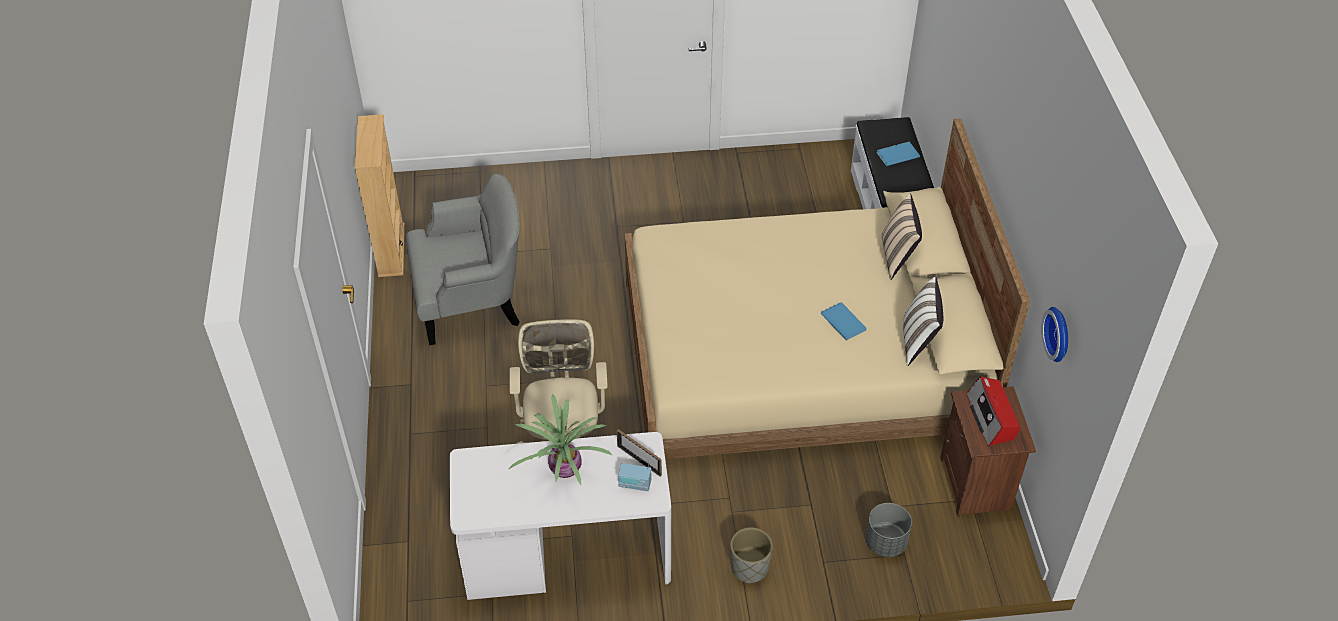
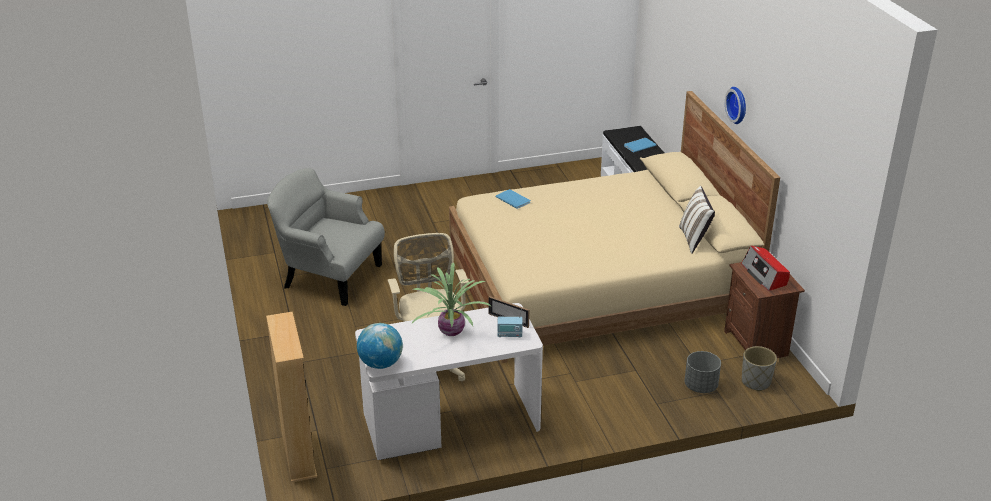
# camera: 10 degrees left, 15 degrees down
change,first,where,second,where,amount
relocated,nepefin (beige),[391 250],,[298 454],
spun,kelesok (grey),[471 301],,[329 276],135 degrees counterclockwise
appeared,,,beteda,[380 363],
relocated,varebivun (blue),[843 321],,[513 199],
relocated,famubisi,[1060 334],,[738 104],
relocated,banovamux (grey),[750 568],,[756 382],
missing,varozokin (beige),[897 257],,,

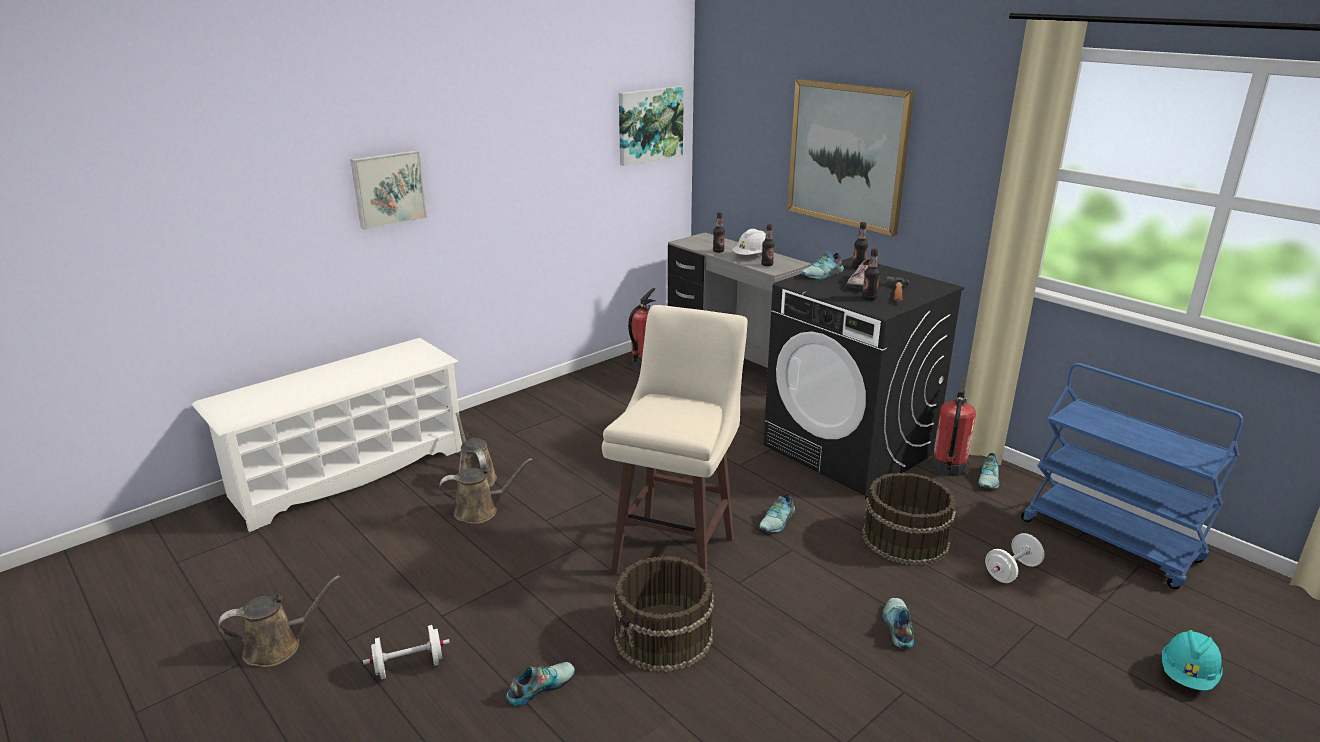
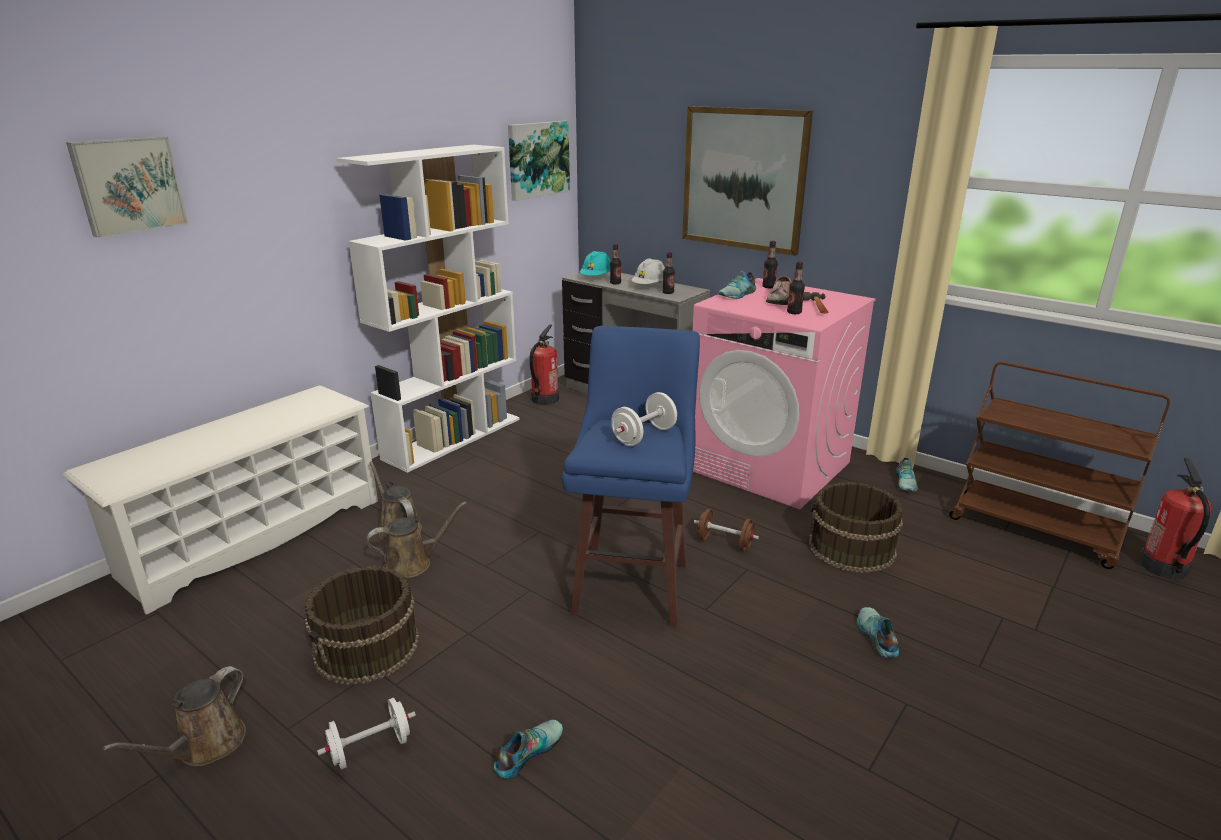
# camera: 10 degrees left, 0 degrees up
change,first,where,second,where,amount
relocated,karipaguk,[388 188],,[128 185],
spun,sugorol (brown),[278 647],,[205 746],150 degrees clockwise
relocated,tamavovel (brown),[664 636],,[367 648],
appeared,,,nepefin (white),[453 438],
colour,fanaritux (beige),[676 553],fanaritux (blue),[633 585],
relocated,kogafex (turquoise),[1187 675],,[596 278],
relocated,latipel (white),[1011 571],,[644 436],
colour,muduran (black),[850 449],muduran (pink),[769 466],
exchanged,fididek,[778 521],latipel (brown),[724 542],
colour,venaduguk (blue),[1111 541],venaduguk (brown),[1035 530],
relocated,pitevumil,[948 467],,[1163 567],

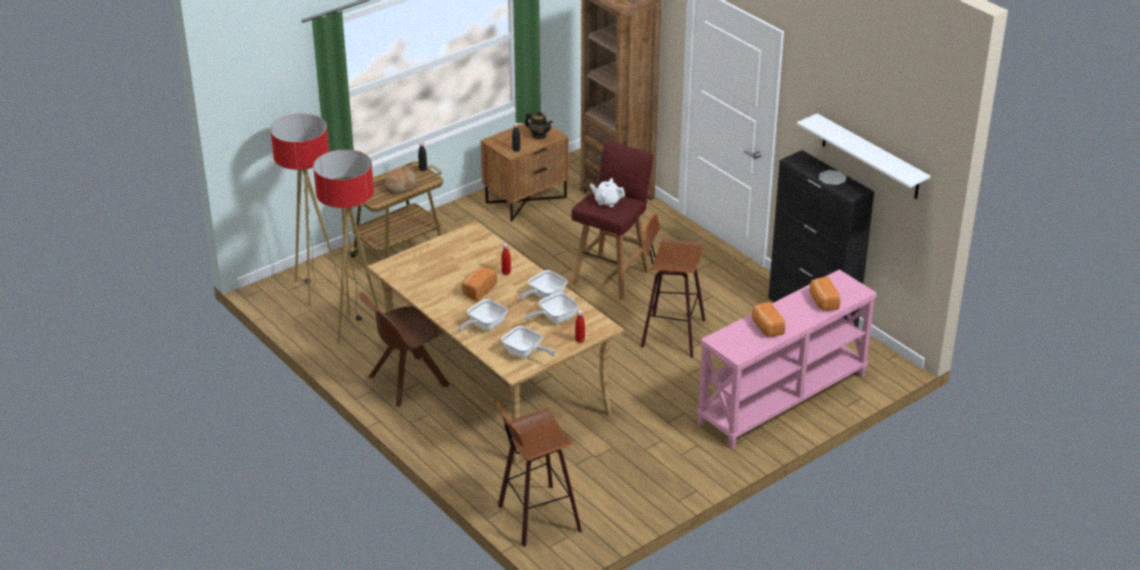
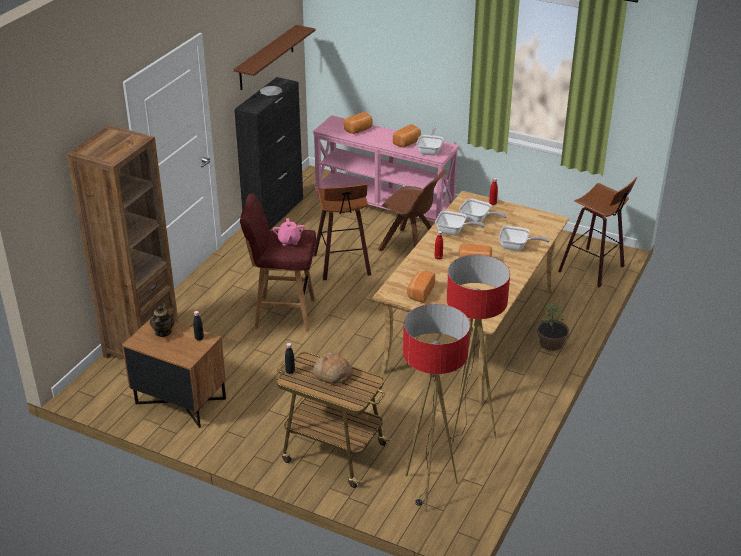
# camera: 115 degrees left, 0 degrees up
change,first,where,second,where,amount
colour,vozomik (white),[870 157],vozomik (brown),[266 58],
colour,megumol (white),[607 201],megumol (pink),[289 241],
relocated,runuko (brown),[406 382],,[411 246],
appeared,,,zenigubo,[420 293],
relocated,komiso,[525 353],,[430 150],
appeared,,,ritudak,[551 343],

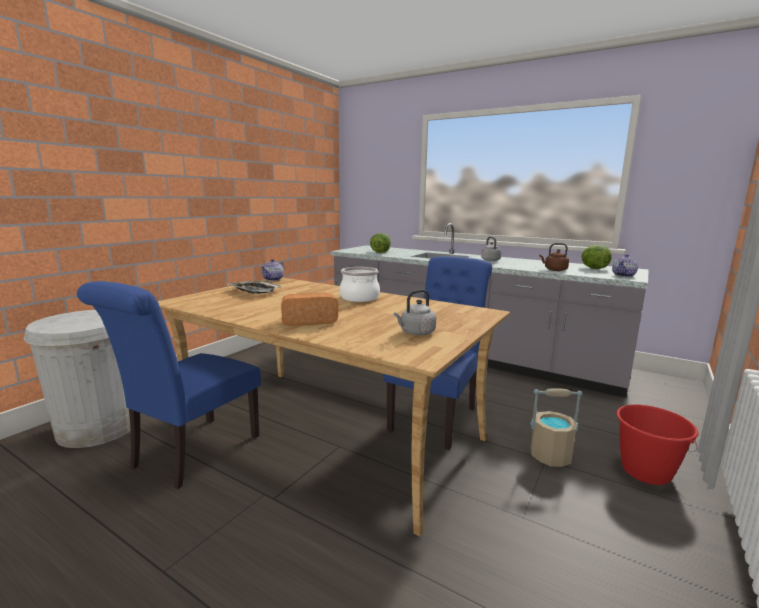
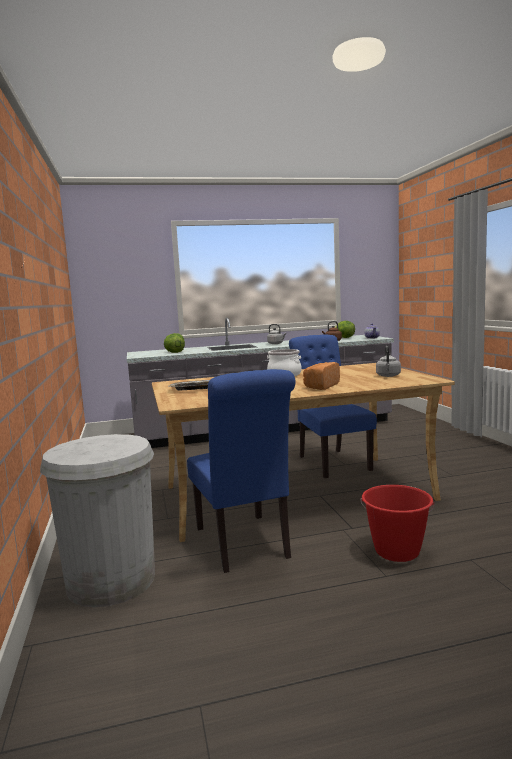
# camera: 45 degrees left, 5 degrees down
change,first,where,second,where,amount
relocated,tamavovel (red),[645 472],,[397 551],
missing,megumol,[273 279],,,
missing,tamavovel (beige),[551 456],,,

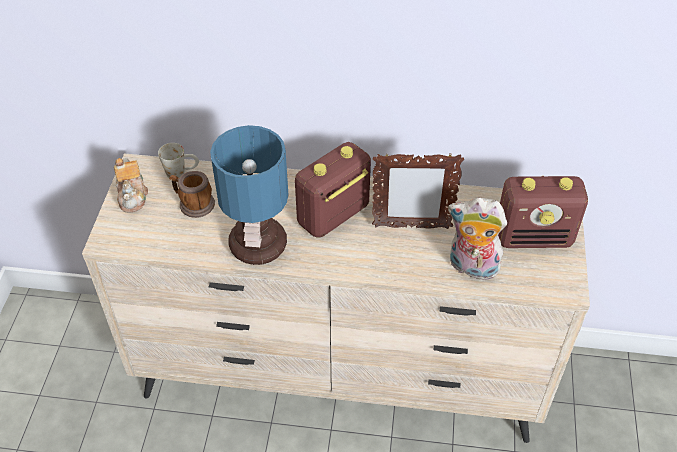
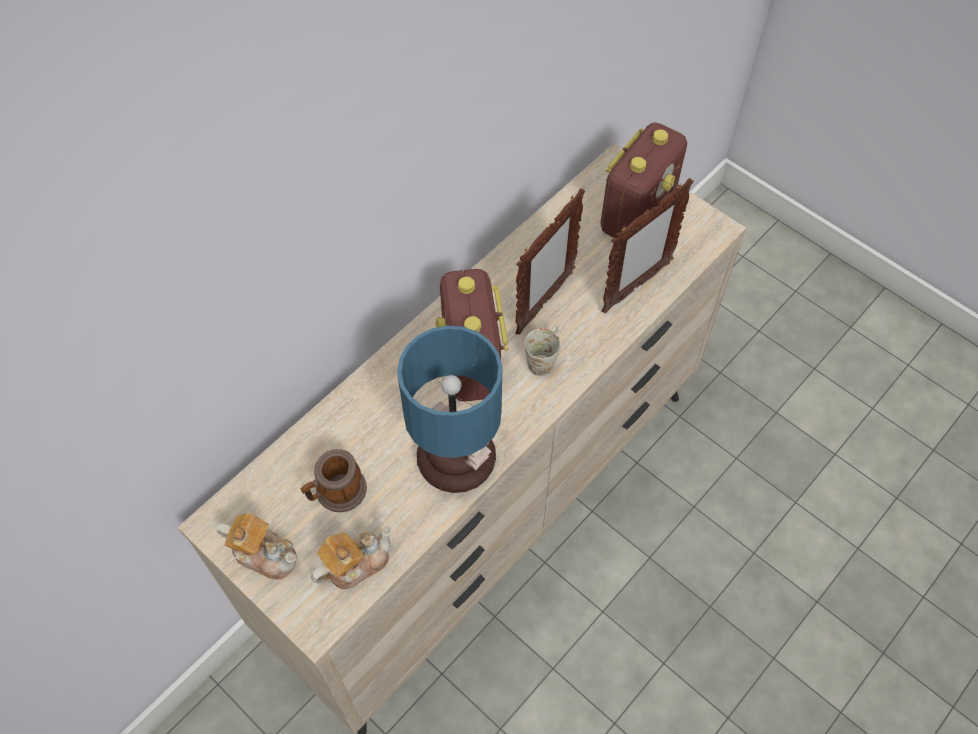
# camera: 55 degrees left, 10 degrees up
change,first,where,second,where,amount
appeared,,,megumol,[355 563],
relocated,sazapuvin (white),[181 172],,[544 358],
exchanged,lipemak,[471 267],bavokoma,[636 287],

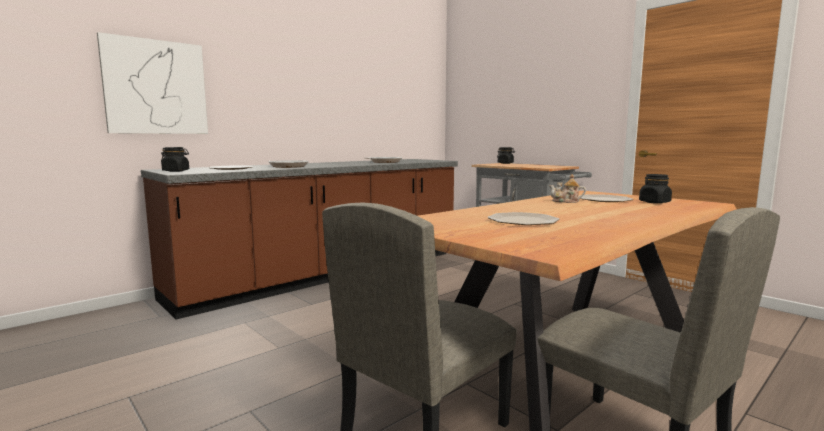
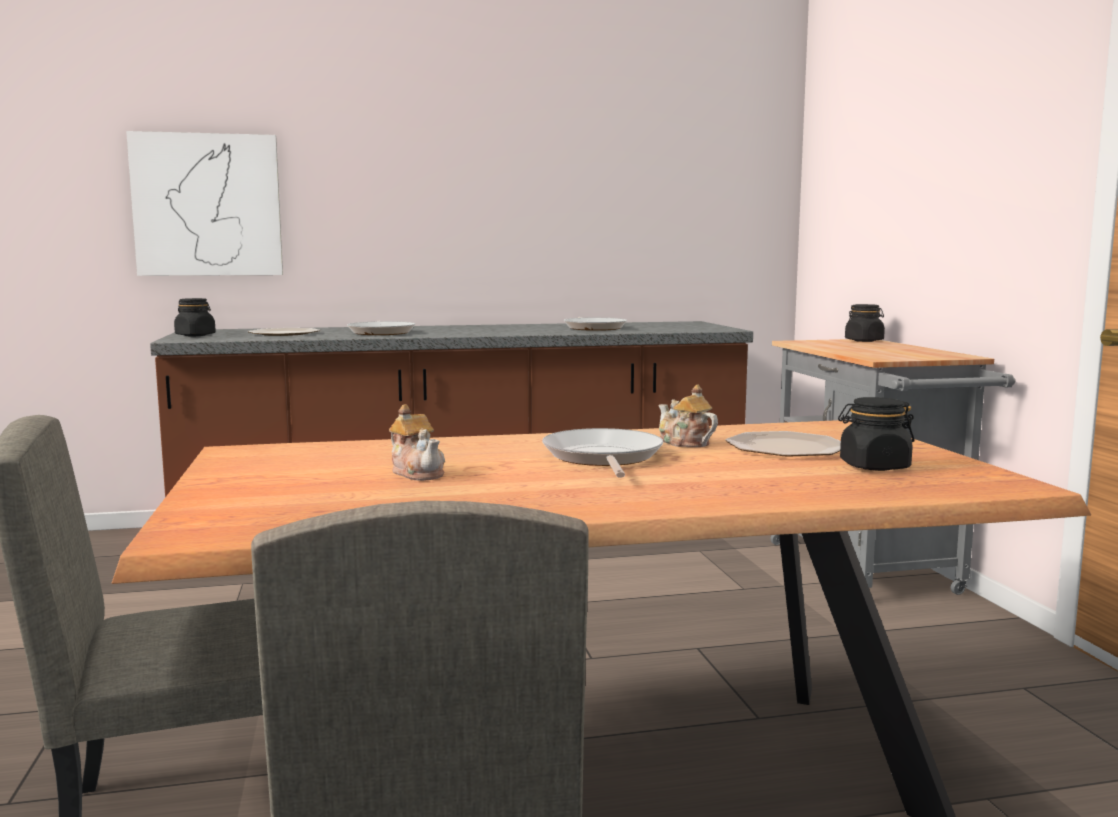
# camera: 30 degrees right, 0 degrees up
change,first,where,second,where,amount
exchanged,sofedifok,[522 221],megumol,[418 473],
appeared,,,komiso,[602 458],

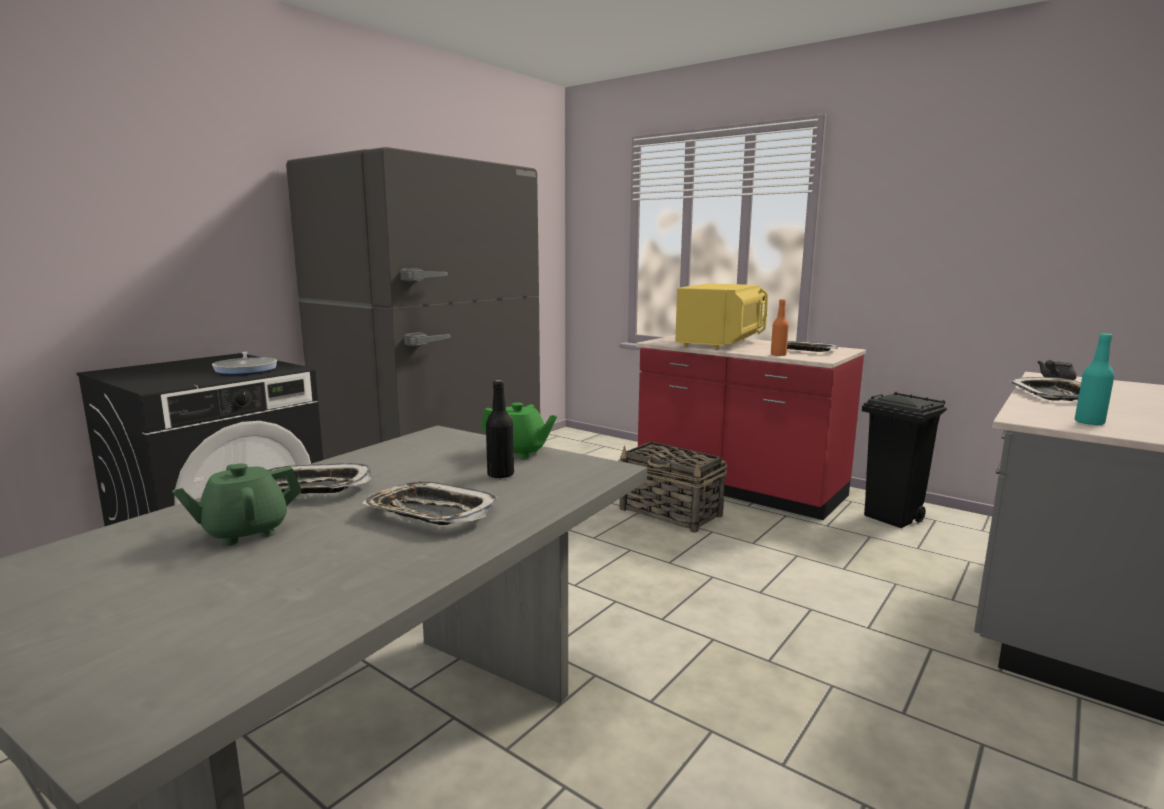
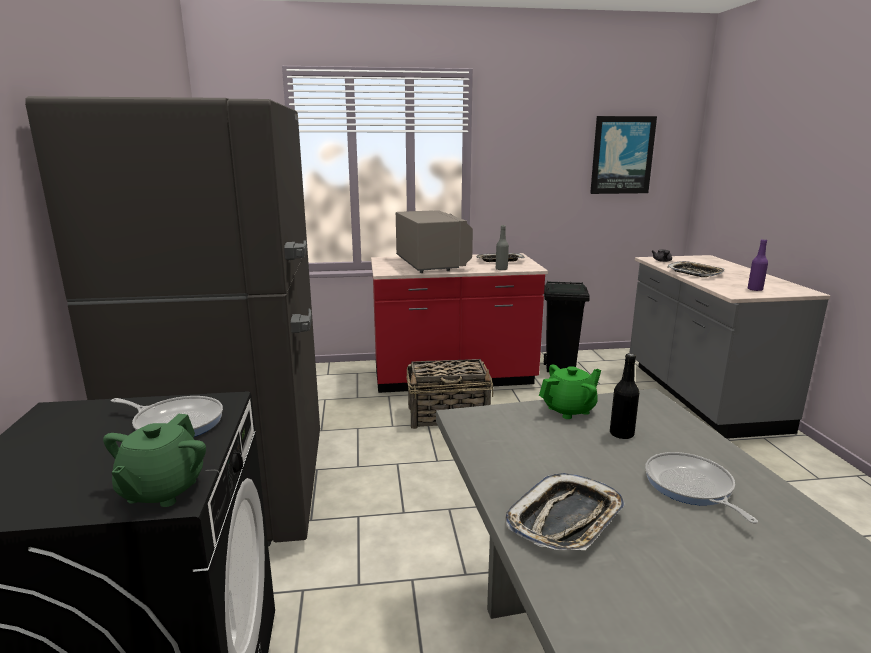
# camera: 45 degrees left, 5 degrees up
change,first,where,second,where,amount
relocated,megumol (green),[245 532],,[161 490],
colour,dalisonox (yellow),[721 343],dalisonox (grey),[432 264],
colour,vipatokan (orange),[778 355],vipatokan (grey),[501 269],
appeared,,,karipaguk,[622 155],
exchanged,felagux,[431 512],komiso,[691 487],
colour,vipatokan (turquoise),[1089 423],vipatokan (purple),[755 289],

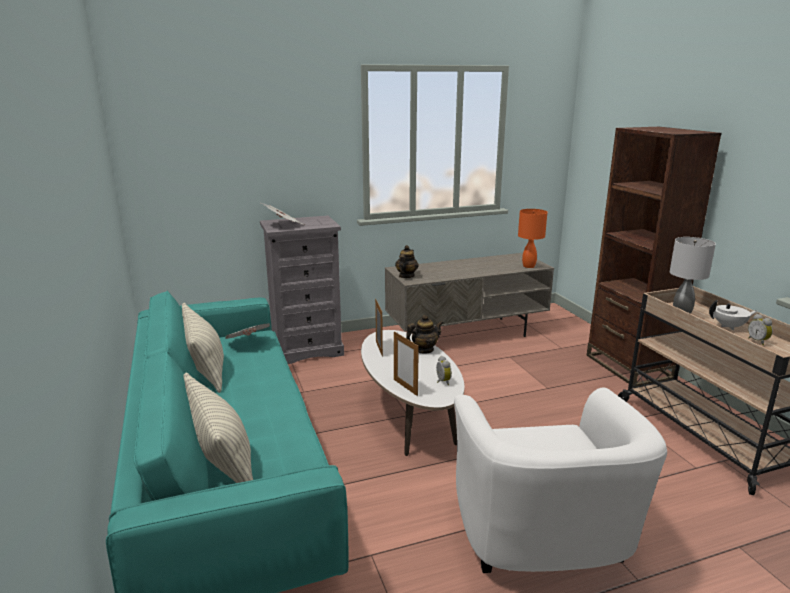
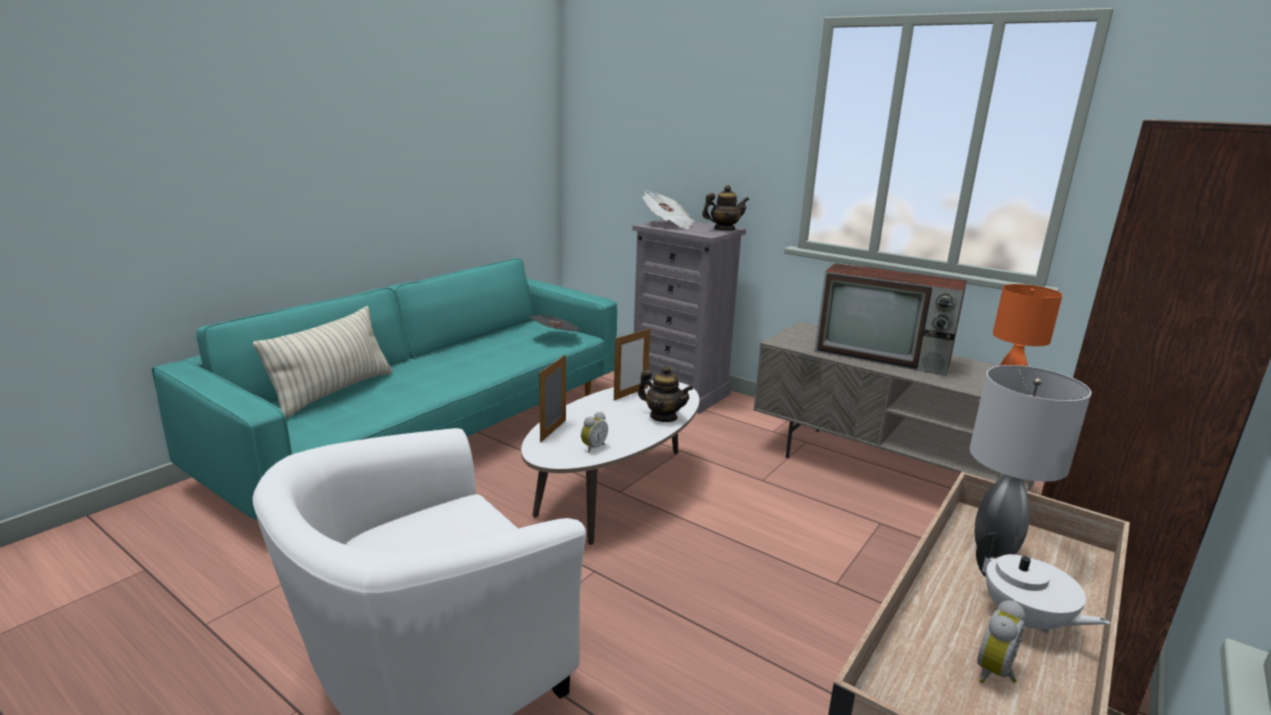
# camera: 55 degrees right, 0 degrees up
change,first,where,second,where,amount
relocated,megumol,[406 276],,[724 229],
appeared,,,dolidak,[884 356],
missing,varozokin,[205 370],,,

